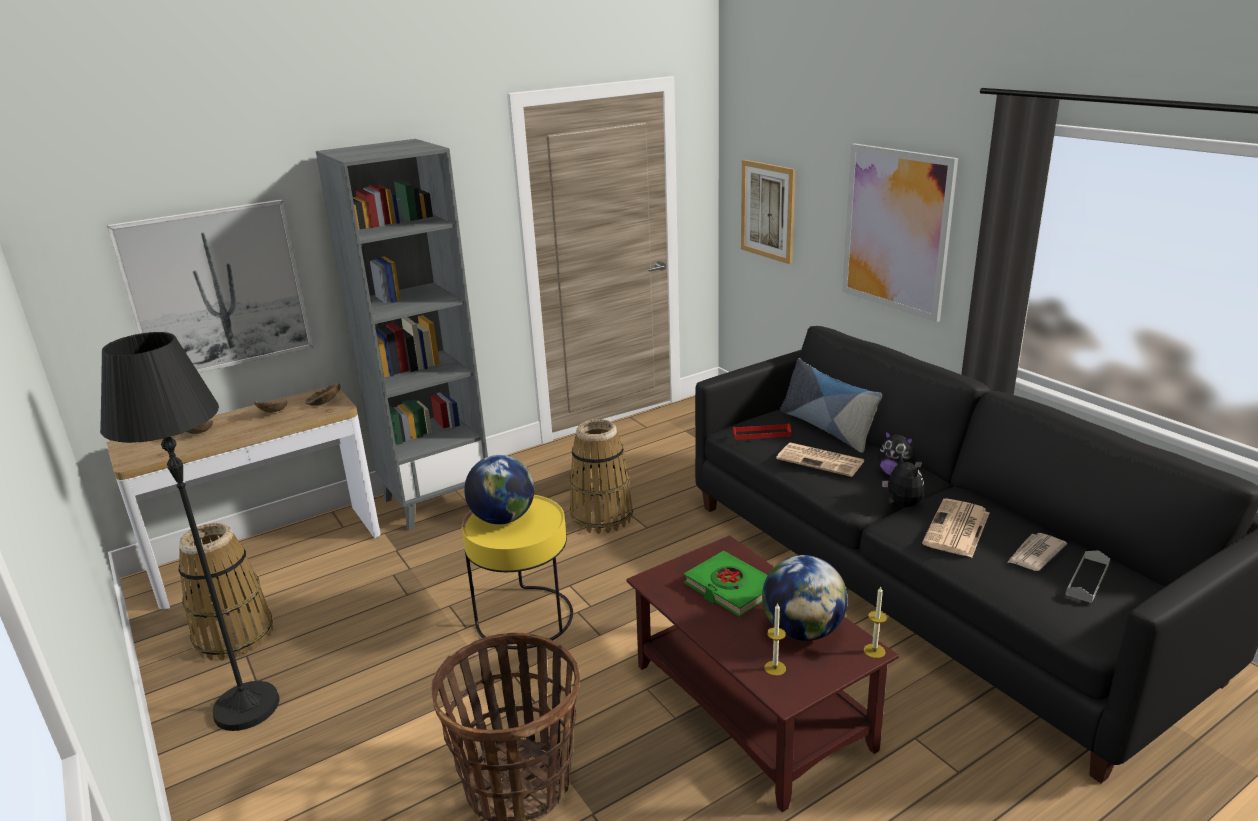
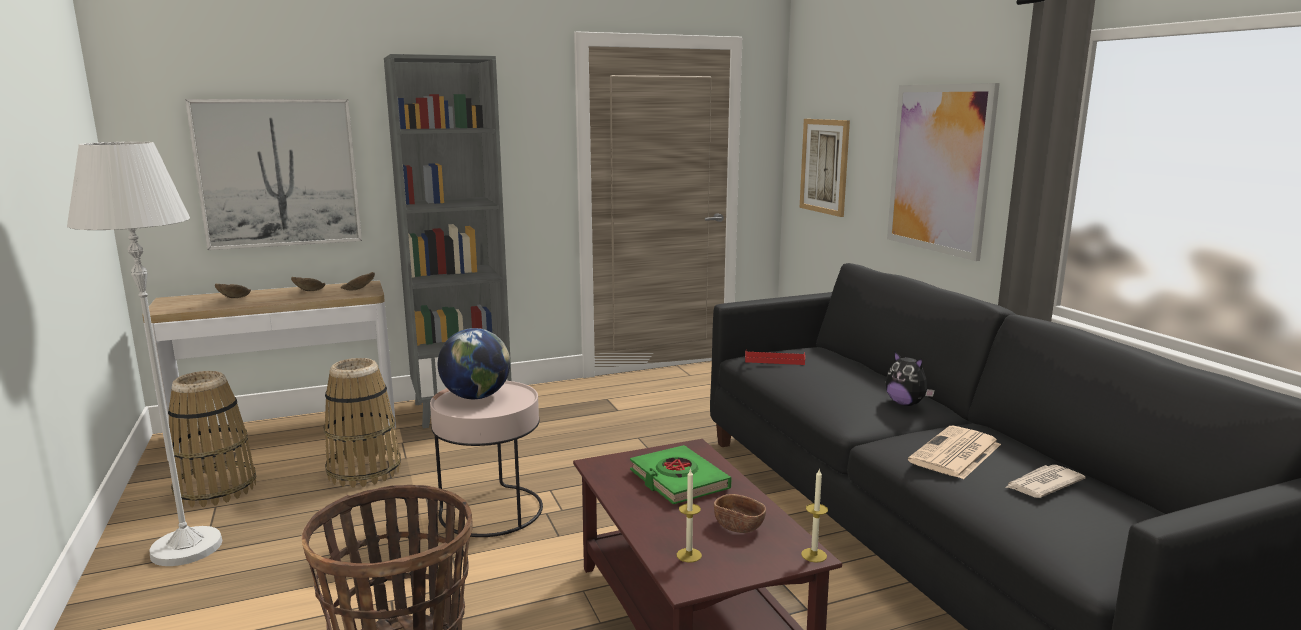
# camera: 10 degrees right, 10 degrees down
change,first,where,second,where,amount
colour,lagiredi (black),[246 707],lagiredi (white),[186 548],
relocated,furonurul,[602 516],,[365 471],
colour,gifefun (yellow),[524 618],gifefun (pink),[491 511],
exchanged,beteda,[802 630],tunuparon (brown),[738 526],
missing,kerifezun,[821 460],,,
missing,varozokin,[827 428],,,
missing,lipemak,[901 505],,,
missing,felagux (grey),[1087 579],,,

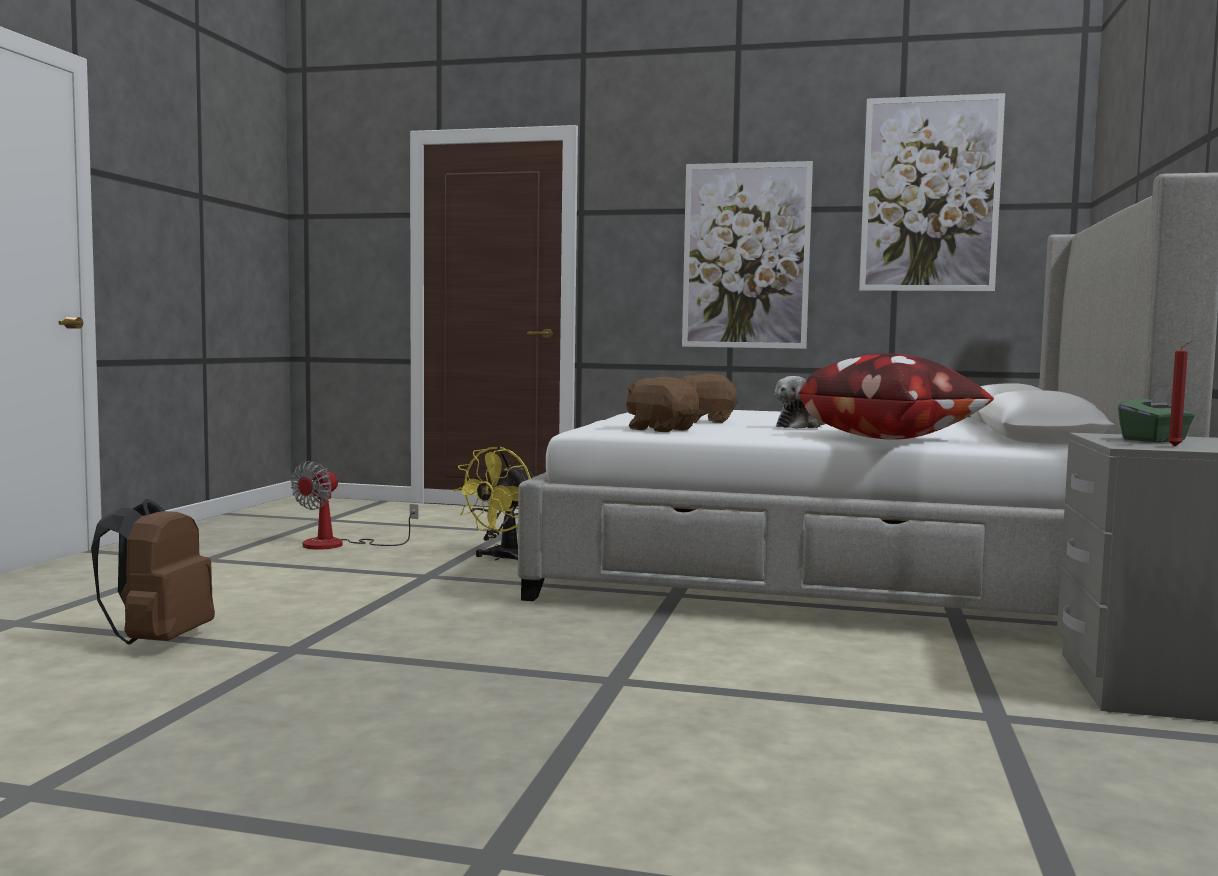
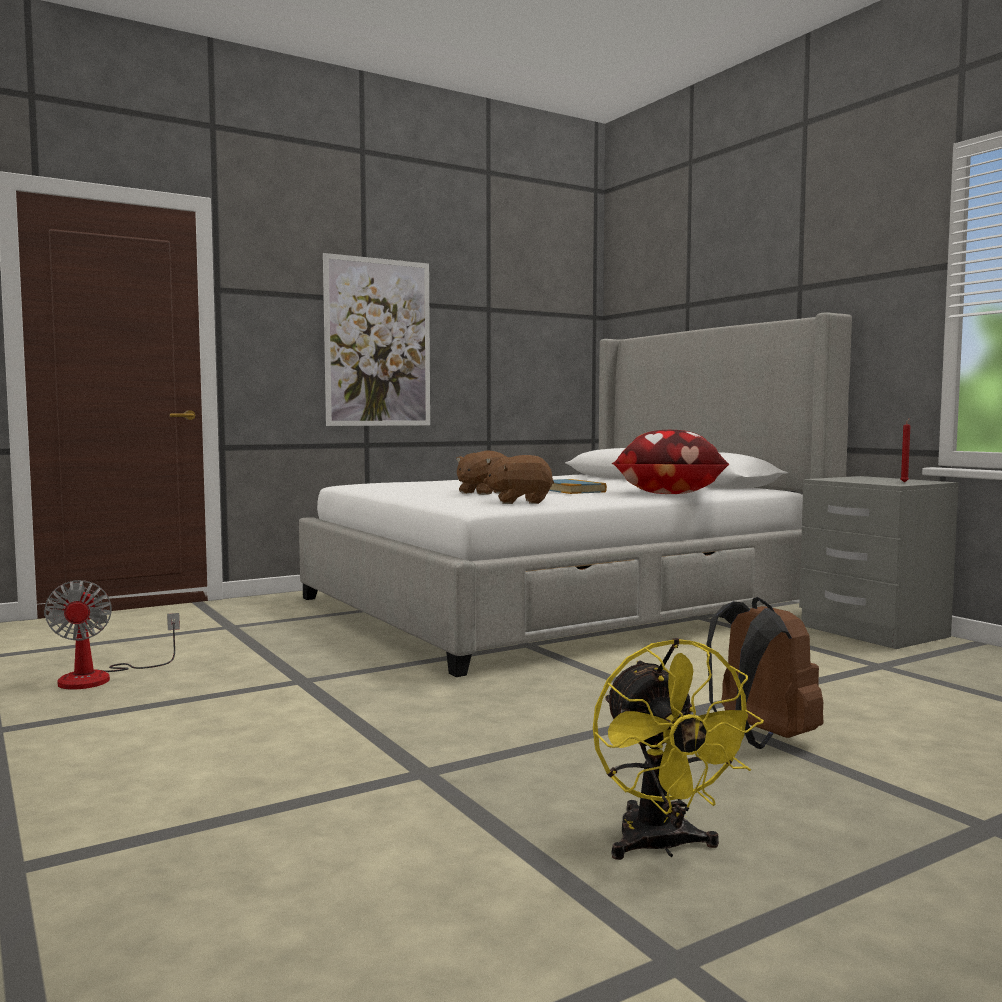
# camera: 45 degrees left, 0 degrees up
change,first,where,second,where,amount
exchanged,lipemak,[800 426],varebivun,[570 490],
relocated,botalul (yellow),[502 558],,[662 847],
relocated,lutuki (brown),[158 641],,[759 739],
missing,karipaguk,[930 194],,,
missing,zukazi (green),[1154 440],,,

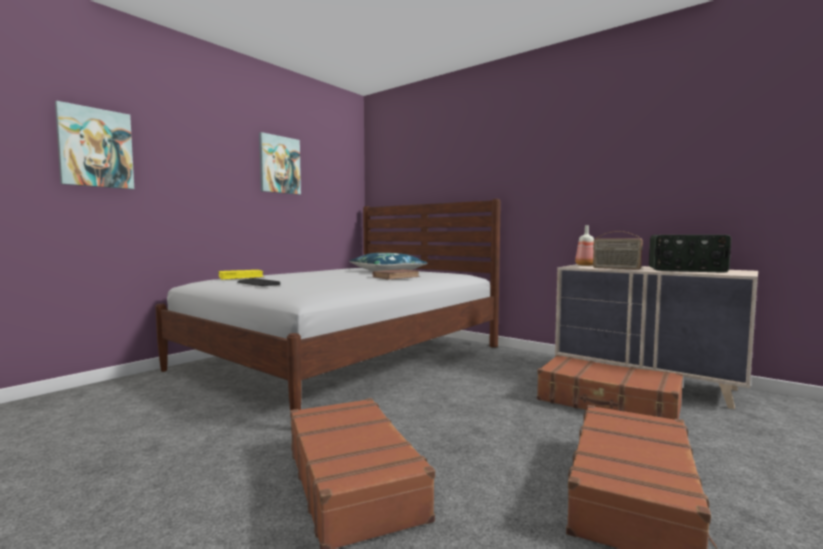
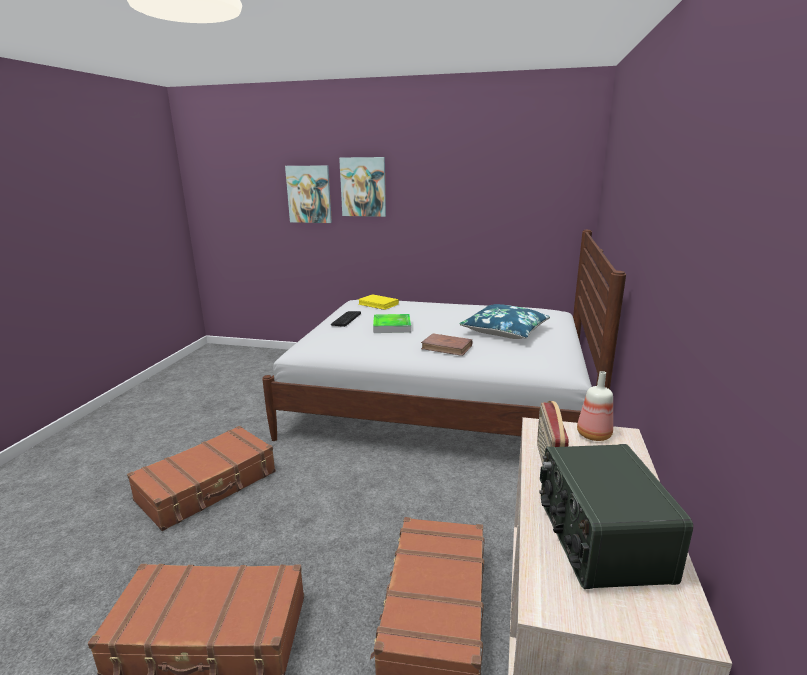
# camera: 65 degrees right, 15 degrees up
change,first,where,second,where,amount
relocated,karipaguk,[279 165],,[363 187],
appeared,,,felagux,[392 326],

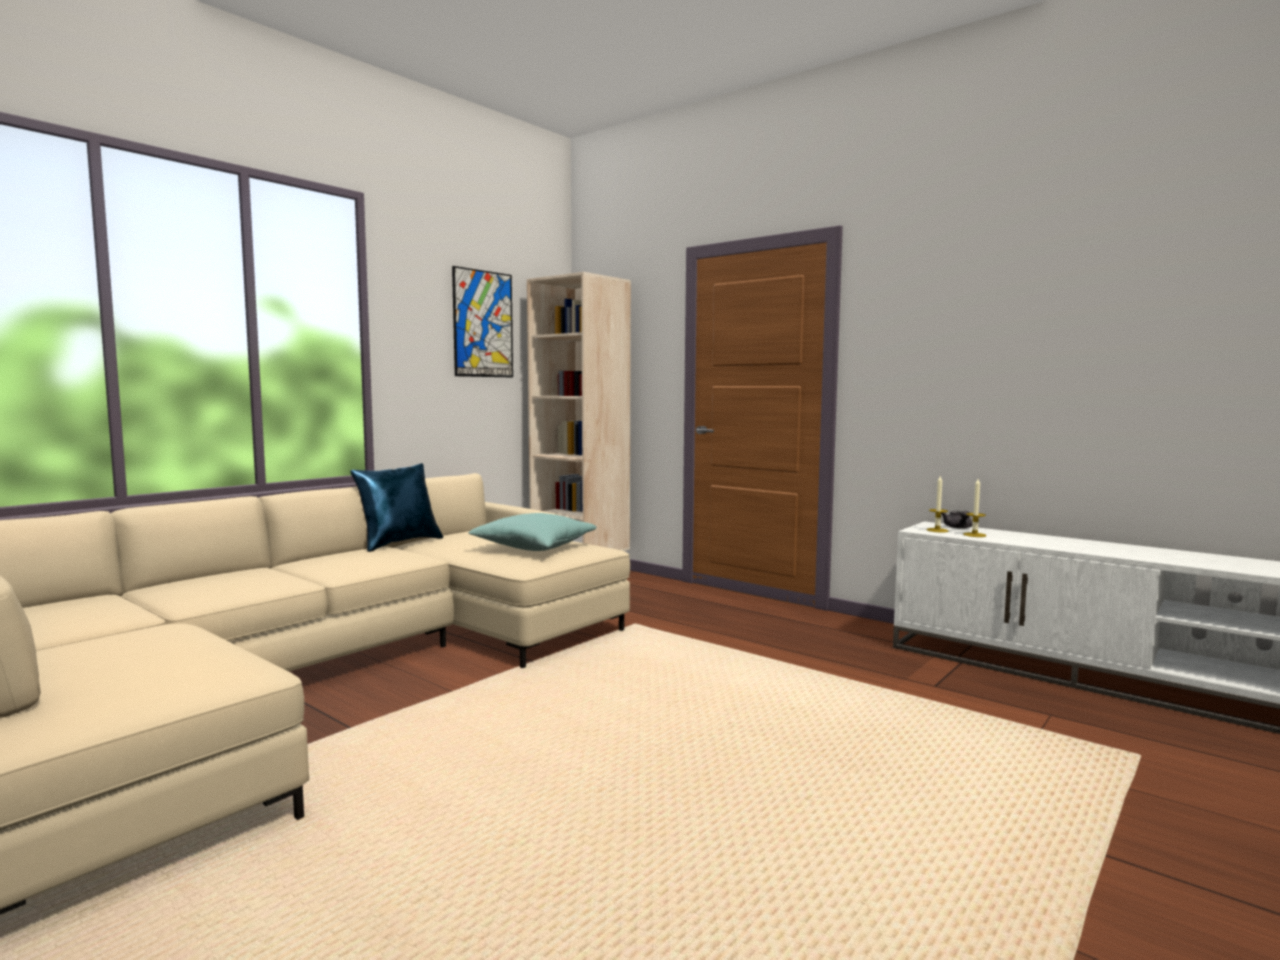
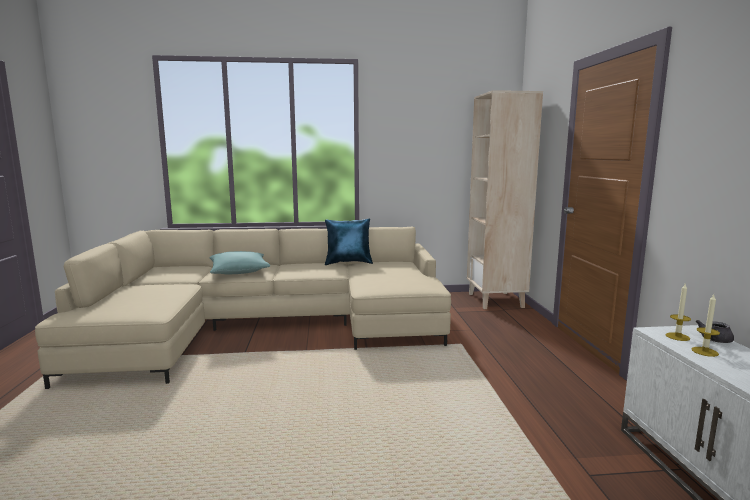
# camera: 45 degrees right, 5 degrees up
change,first,where,second,where,amount
relocated,varozokin (turquoise),[534 548],,[239 272],
missing,karipaguk,[483 324],,,

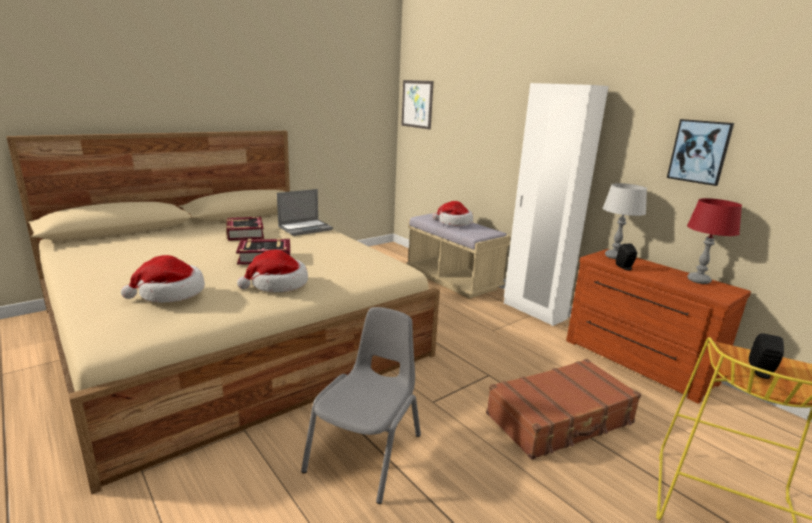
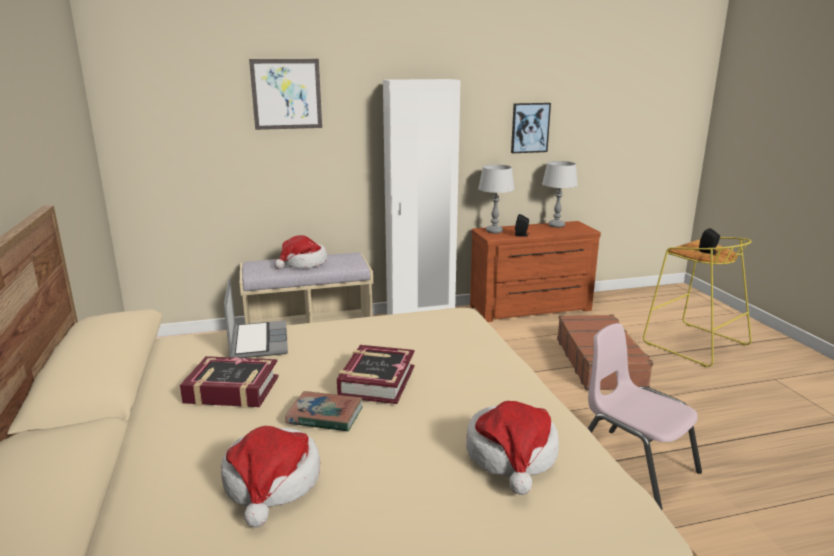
# camera: 65 degrees left, 0 degrees up
change,first,where,second,where,amount
relocated,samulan,[277 284],,[272 483],
relocated,karipaguk,[417 104],,[286 94],
appeared,,,varebivun,[325 416],
colour,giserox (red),[698 280],giserox (grey),[556 225],
colour,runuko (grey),[366 453],runuko (pink),[633 466],

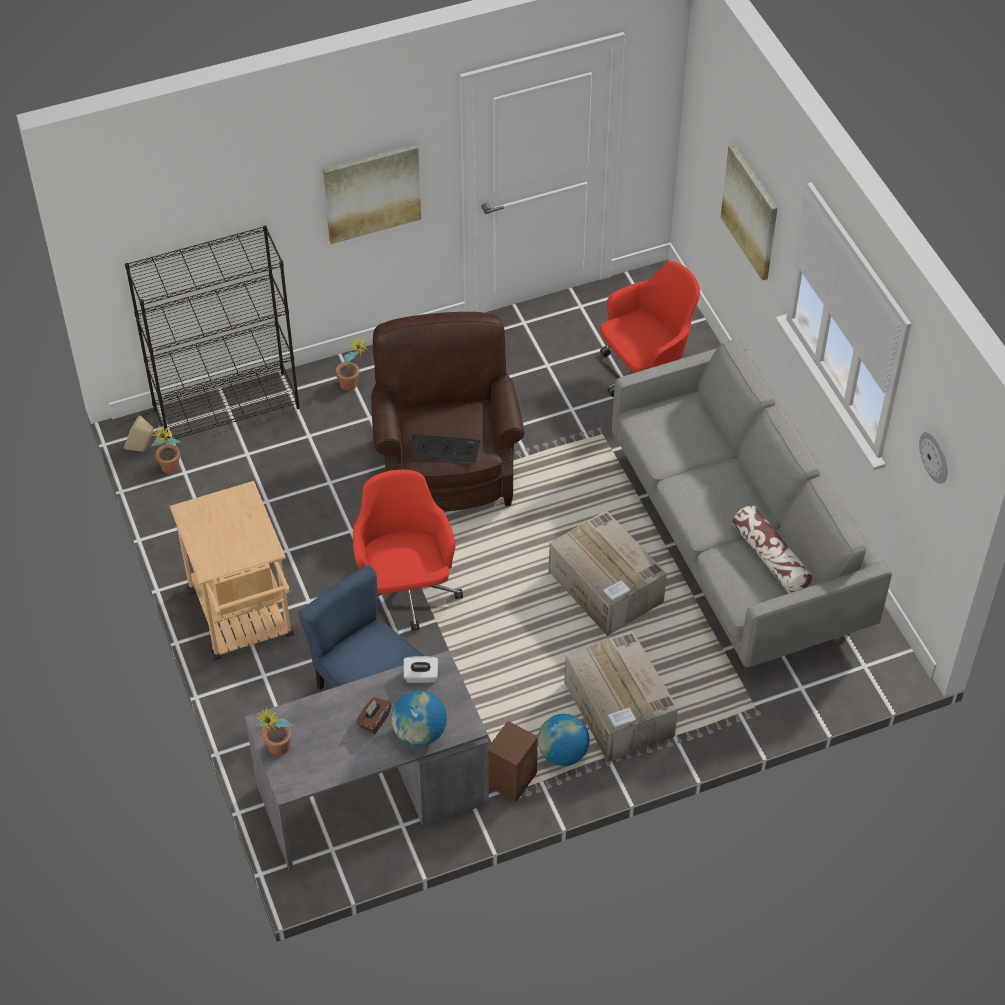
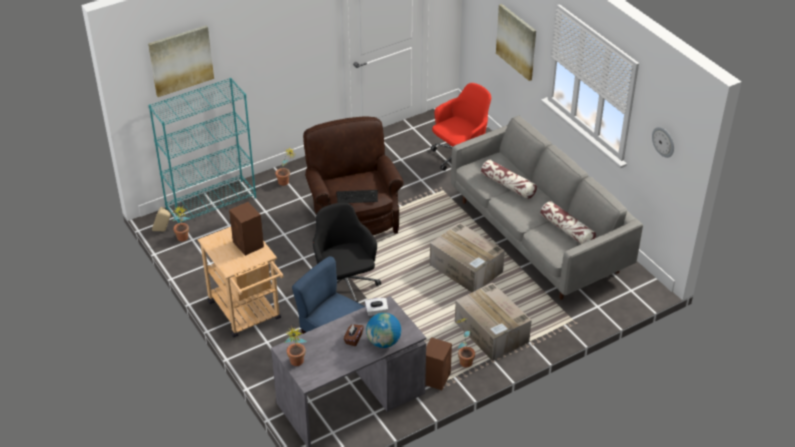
# camera: 10 degrees left, 10 degrees down
change,first,where,second,where,amount
relocated,karipaguk,[372 192],,[181 60],
colour,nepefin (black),[227 408],nepefin (turquoise),[211 203],
appeared,,,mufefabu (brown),[248 245],
colour,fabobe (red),[405 592],fabobe (black),[344 286],
exchanged,beteda,[562 753],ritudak,[463 360],
appeared,,,varozokin,[508 185],

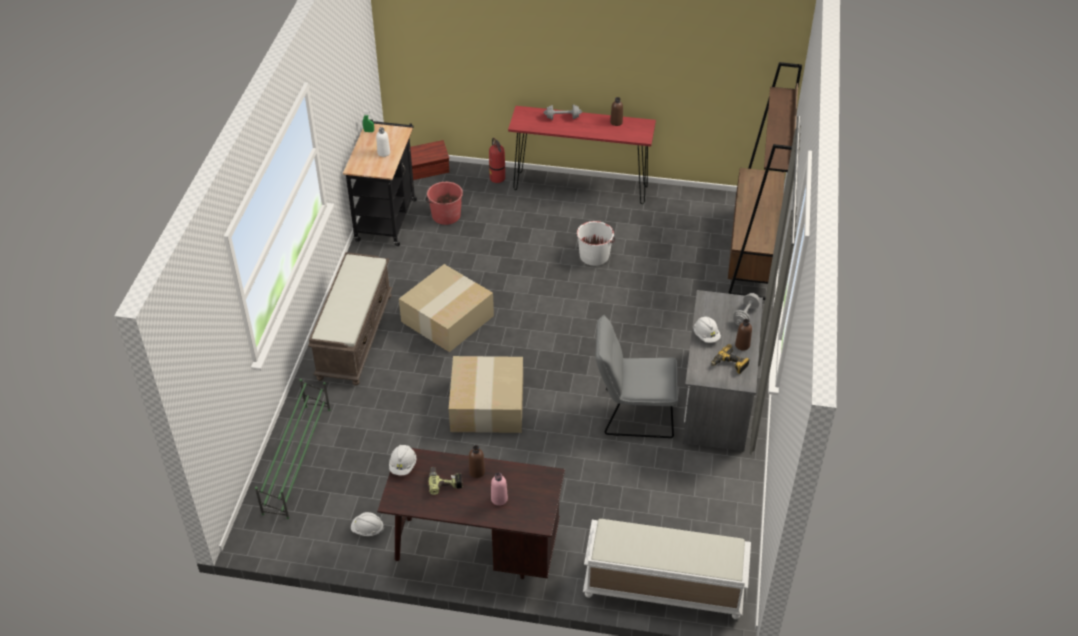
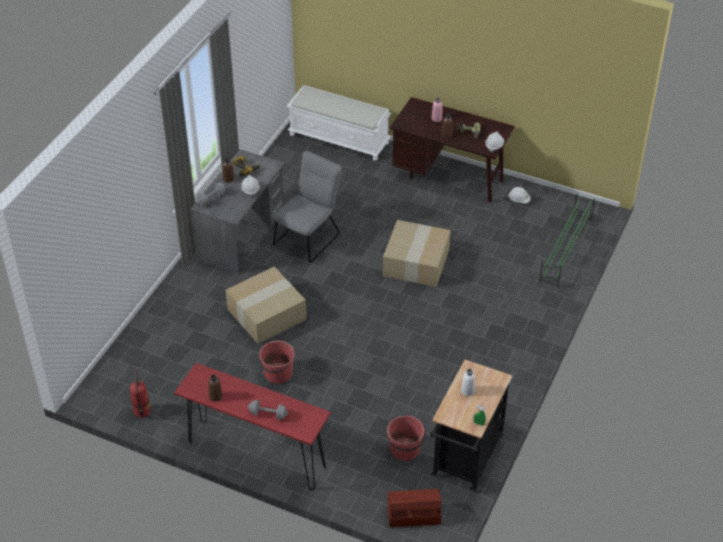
# camera: 165 degrees left, 0 degrees up
change,first,where,second,where,amount
relocated,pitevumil,[497 178],,[142 411],
relocated,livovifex,[447 320],,[267 313],
colour,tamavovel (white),[594 255],tamavovel (red),[277 373],
spun,runuko (grey),[632 413],,[309 237],75 degrees counterclockwise
missing,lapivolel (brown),[354 336],,,
missing,nepefin (brown),[752 254],,,

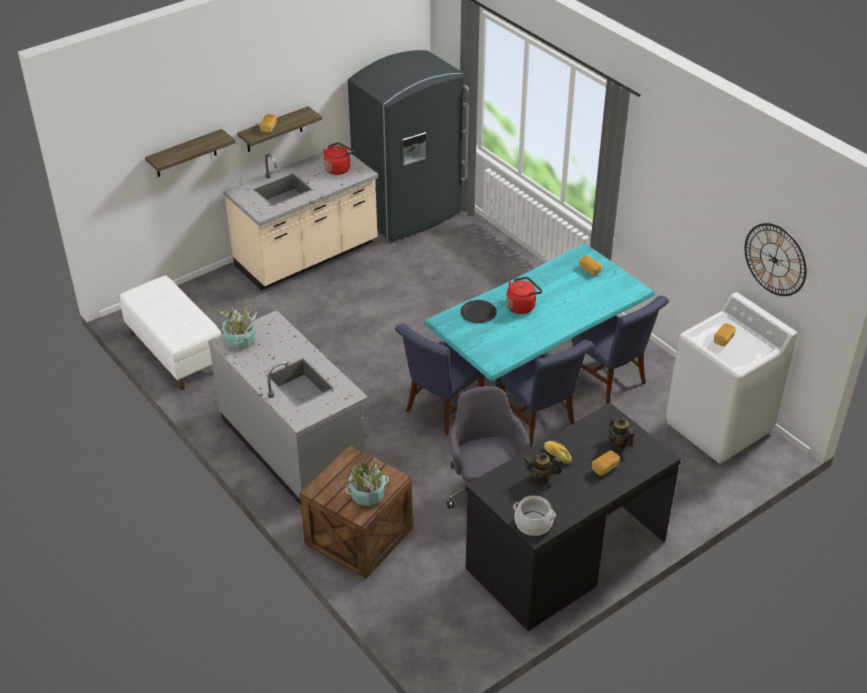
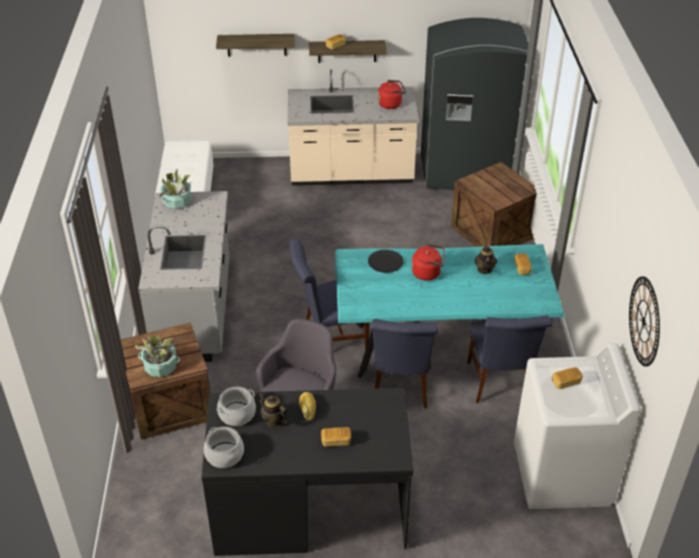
# camera: 35 degrees right, 0 degrees up
change,first,where,second,where,amount
appeared,,,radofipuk,[237 414],
appeared,,,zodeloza,[493 232],
relocated,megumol,[618 443],,[484 269],

